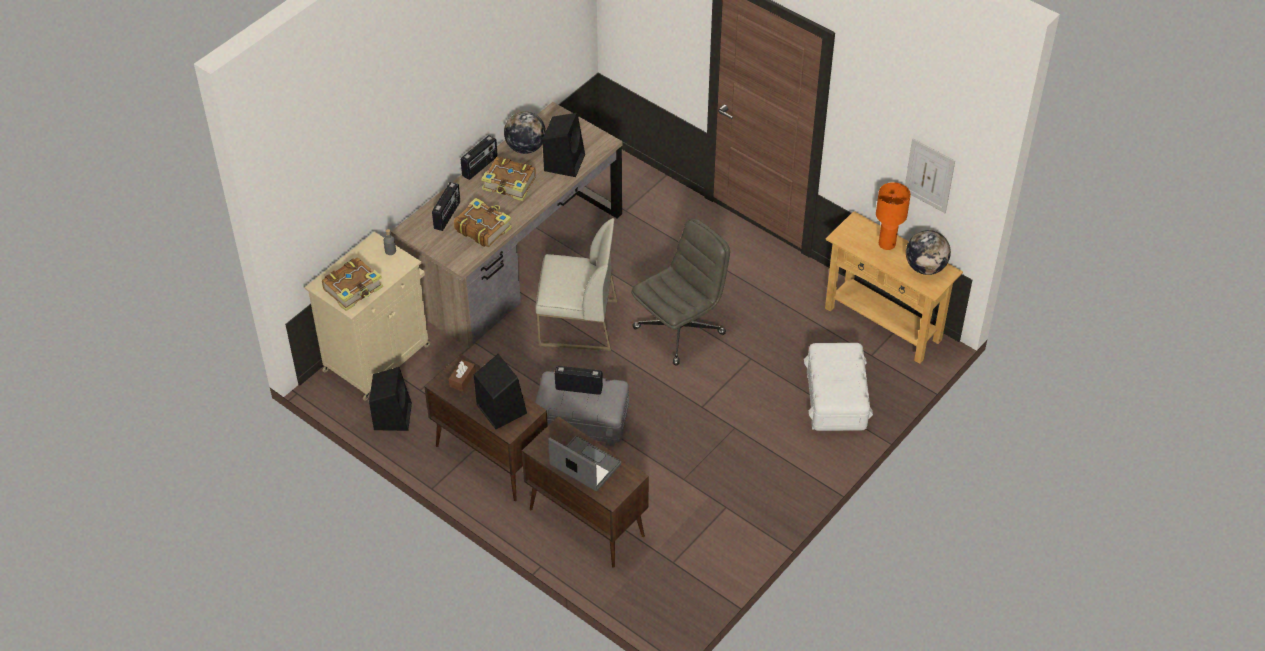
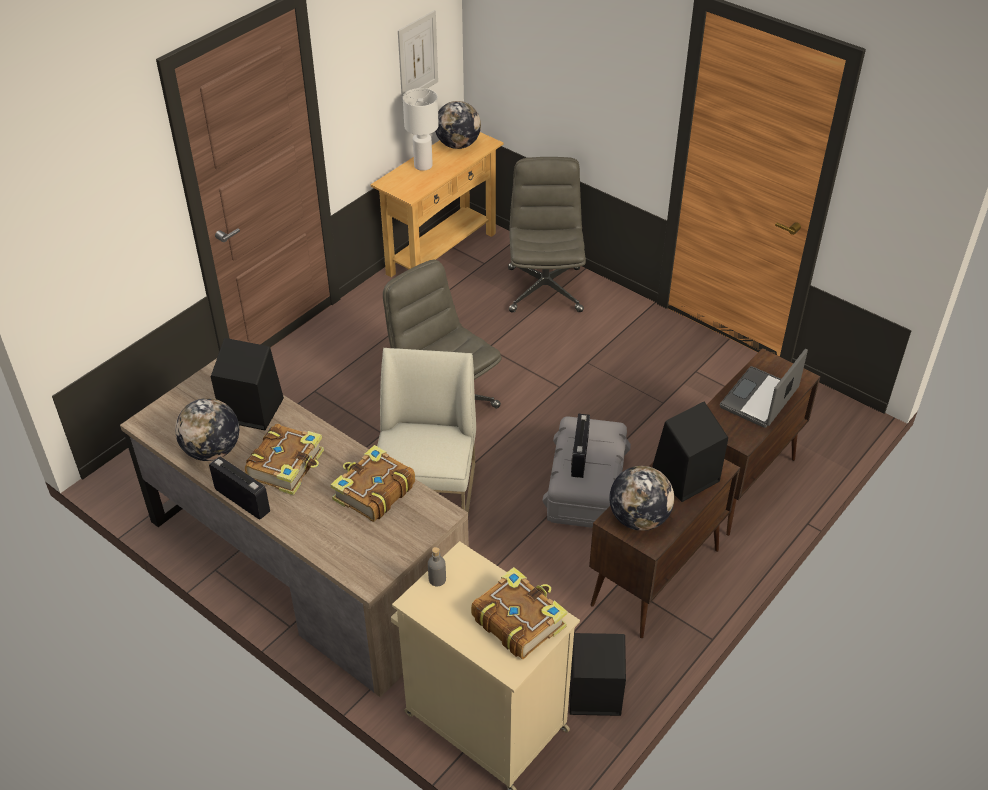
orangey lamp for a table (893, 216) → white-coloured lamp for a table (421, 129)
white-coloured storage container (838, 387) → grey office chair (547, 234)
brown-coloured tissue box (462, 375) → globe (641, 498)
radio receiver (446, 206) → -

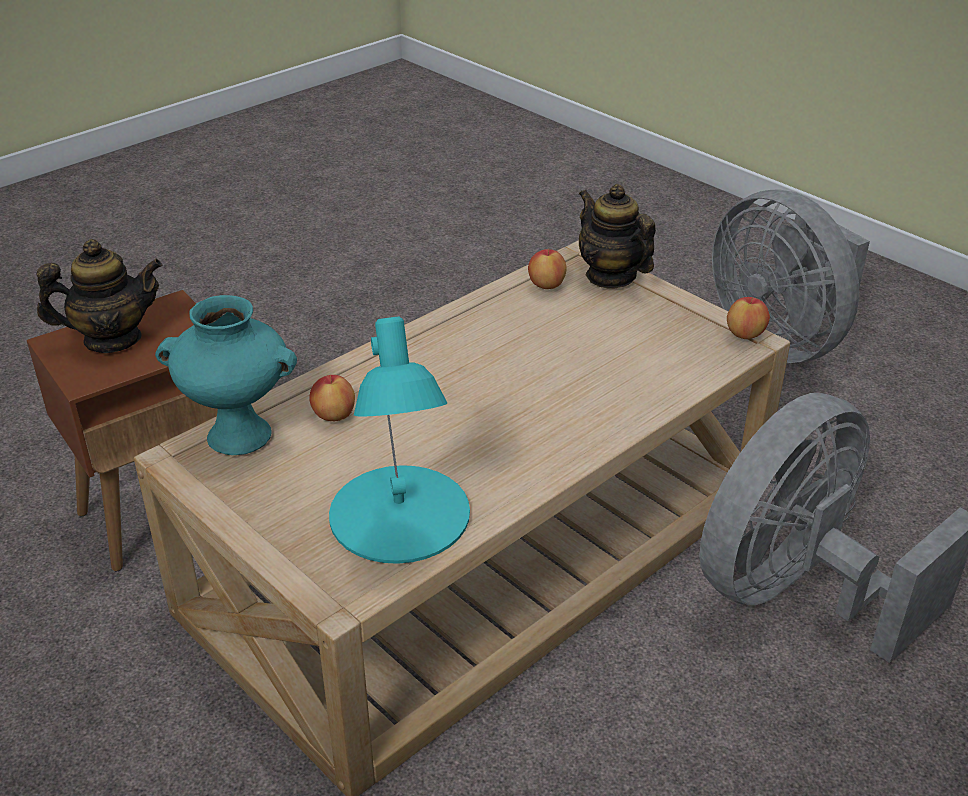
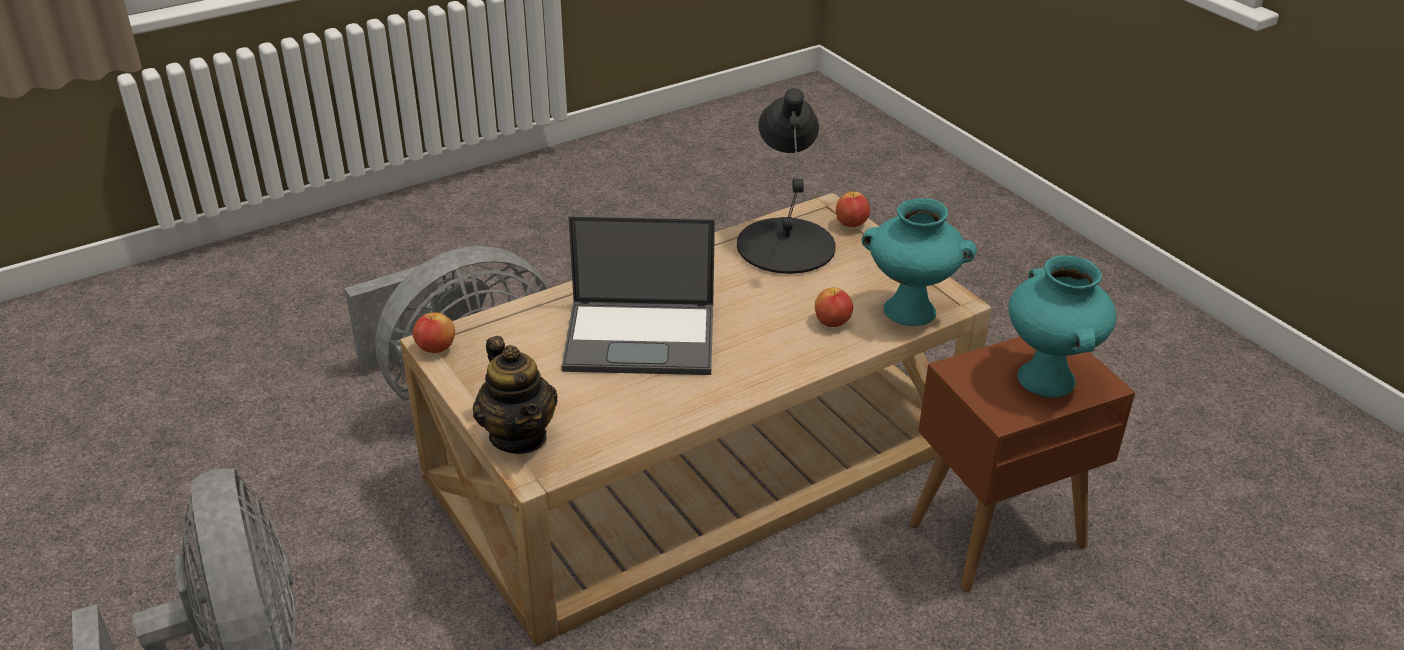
- → portable computer (638, 295)
blue-green lamp for a table (399, 440) → black lamp for a table (786, 181)
apple fruit (547, 269) → apple fruit (853, 209), relocated
teapot (99, 296) → blue-green vase (1063, 326)

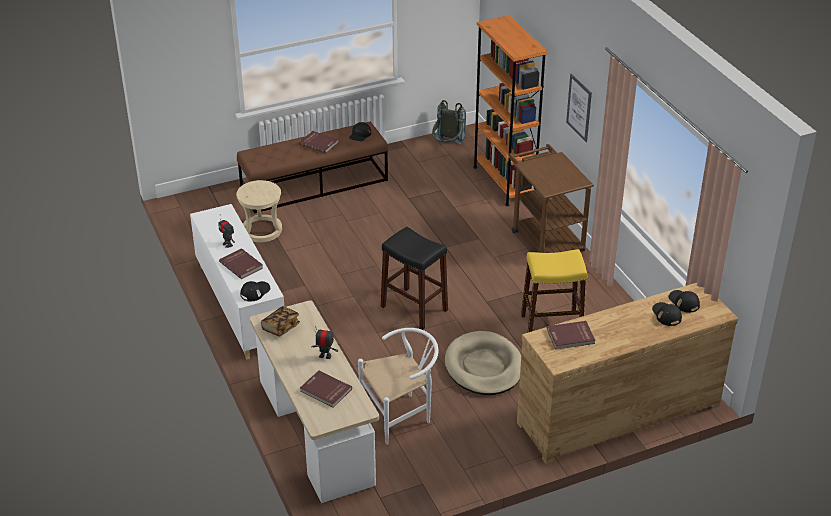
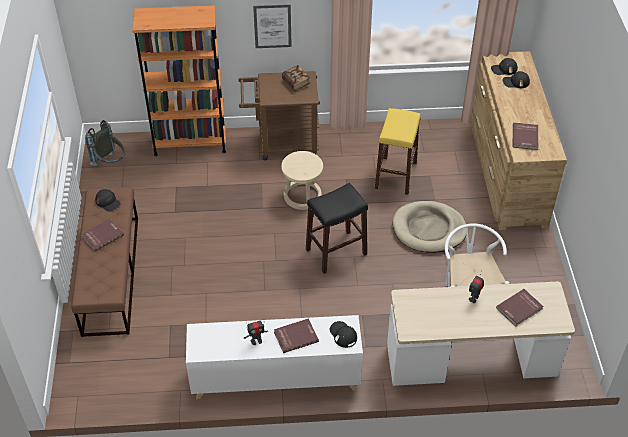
sand-coloured stool (259, 211) → sand-coloured stool (302, 180), relocated
volume (280, 321) → volume (296, 78), relocated

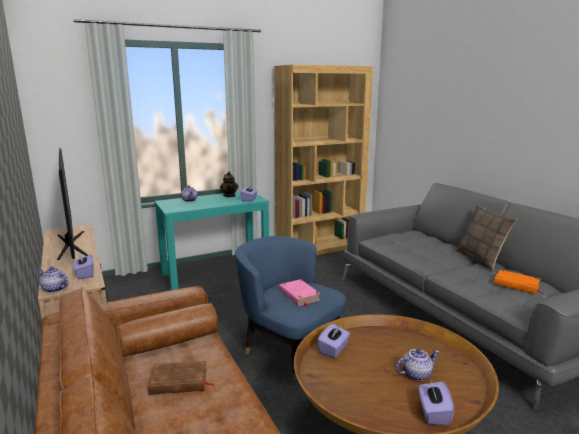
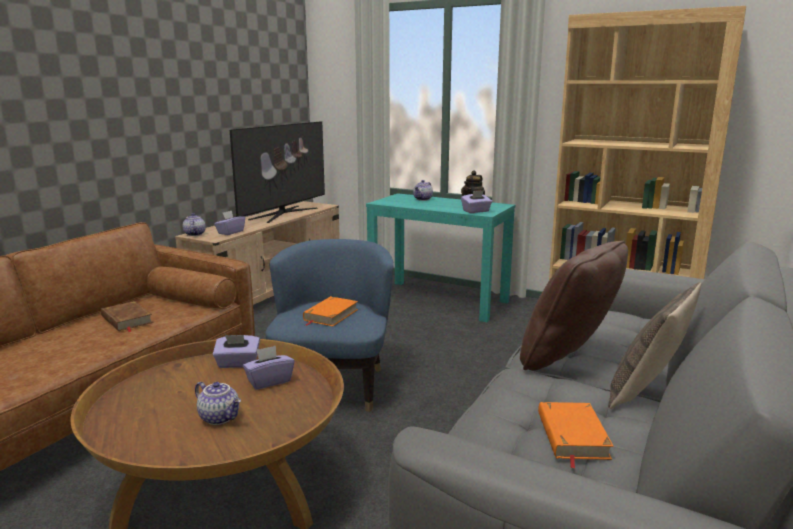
purple tissue box (436, 403) → purple tissue box (268, 368), relocated
pink-coloured volume (300, 293) → orangey volume (330, 311)
- → brown-coloured throw pillow (574, 306)

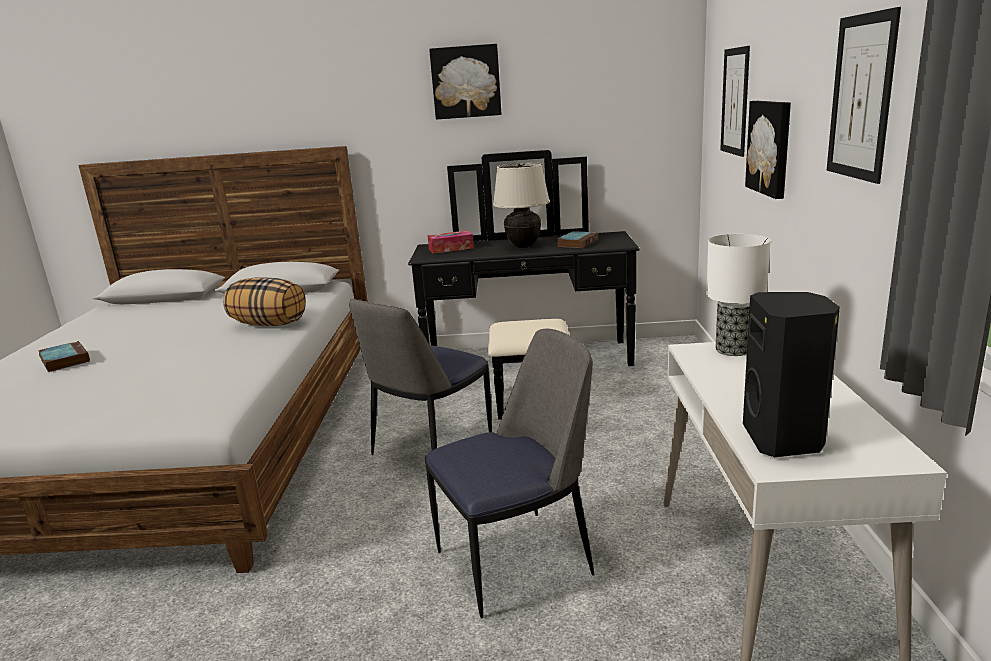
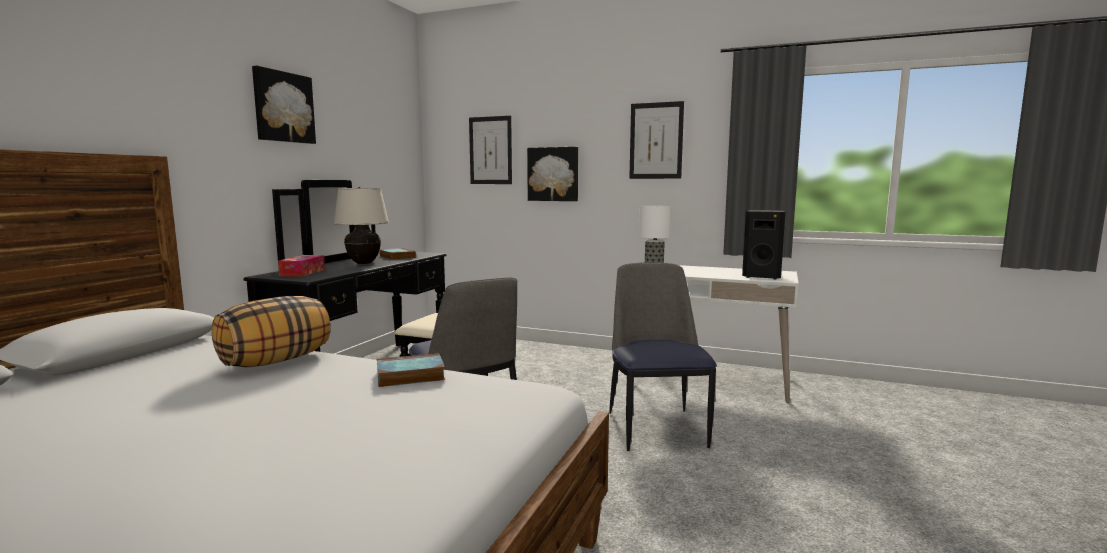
volume (64, 356) → volume (411, 370), relocated

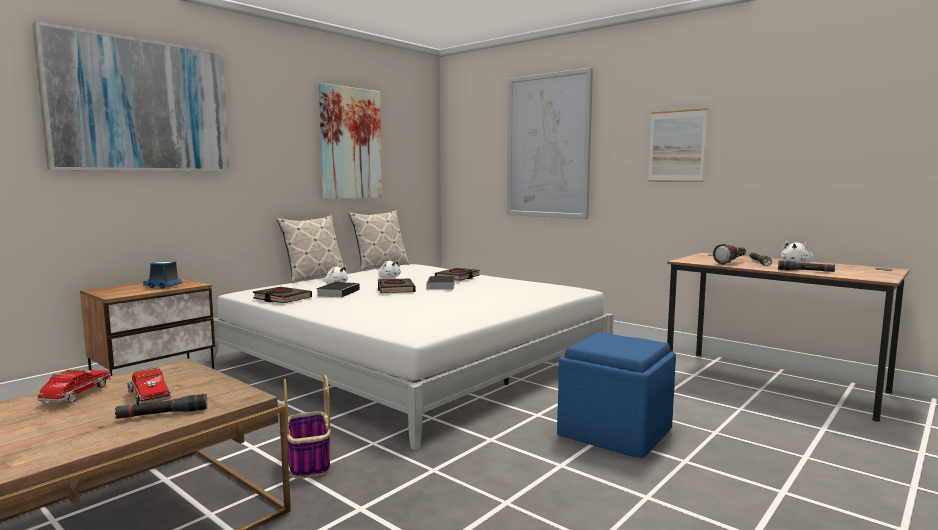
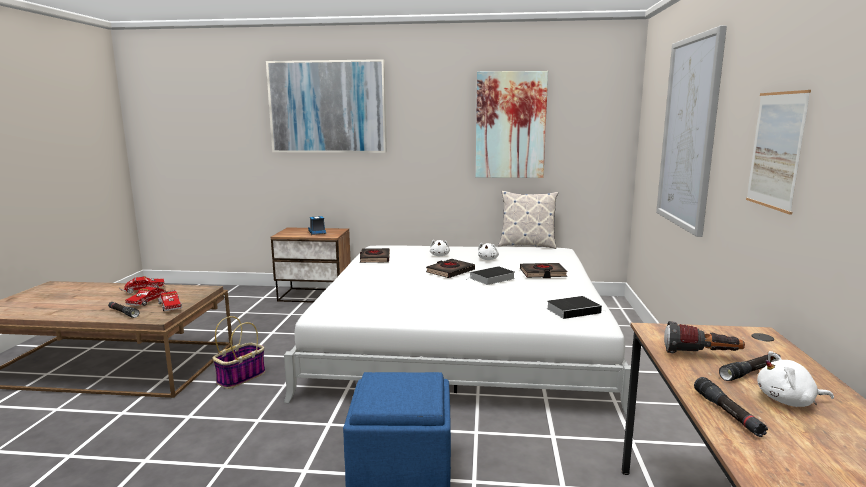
- → toy truck (170, 300)
volume (338, 289) → volume (575, 307), relocated
throw pillow (310, 249) → -

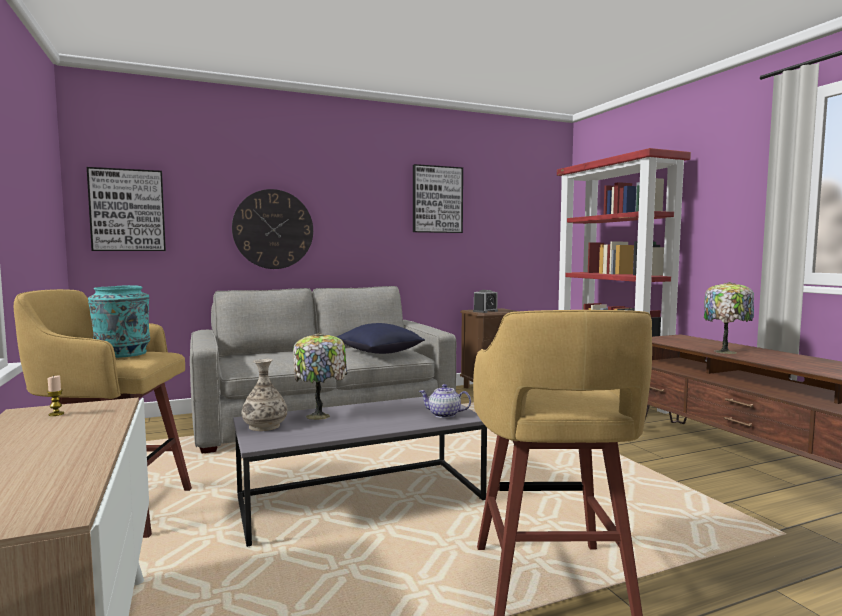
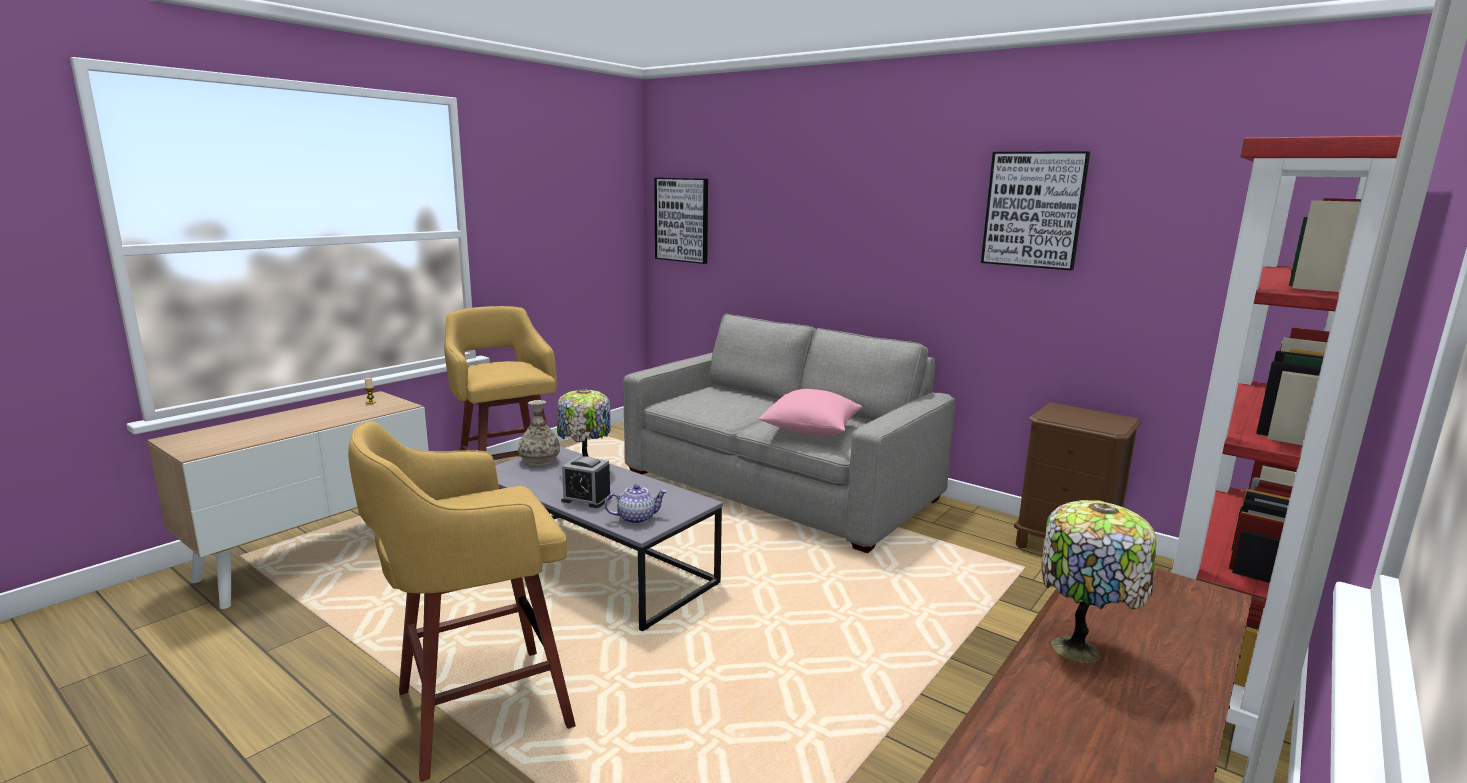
table clock (485, 301) → table clock (586, 482), relocated
teapot (445, 401) → teapot (636, 504), 90 degrees clockwise
blue throw pillow (381, 338) → pink-coloured throw pillow (810, 412)
blue-green vase (119, 321) → -
wall clock (272, 229) → -

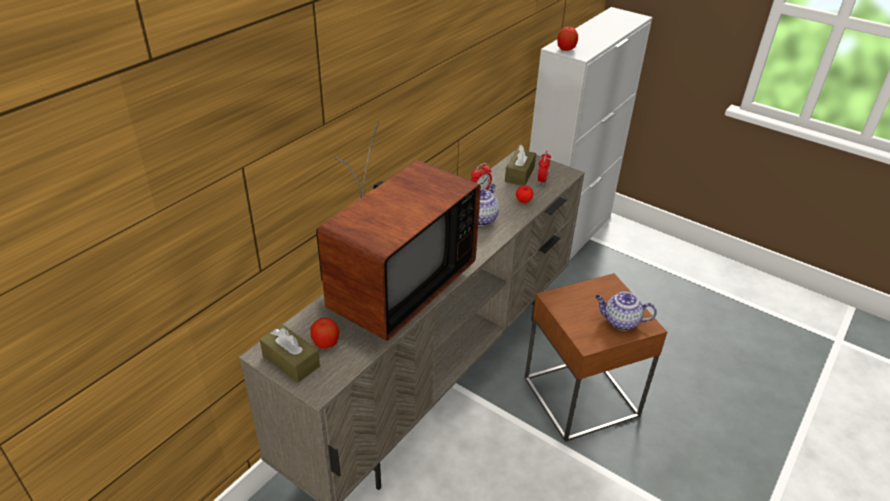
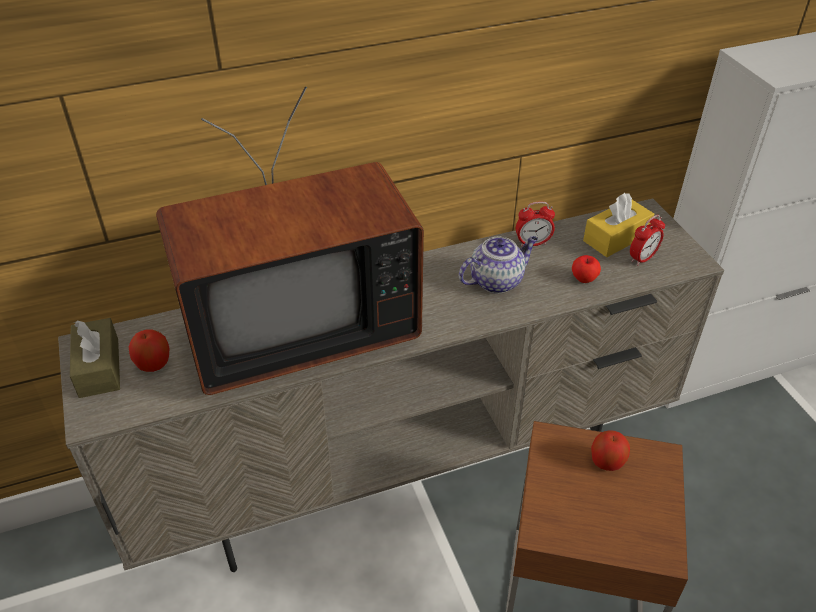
brown-coloured tissue box (520, 165) → yellow-coloured tissue box (618, 225)
apple fruit (567, 39) → apple fruit (610, 450), relocated
teapot (626, 311) → -

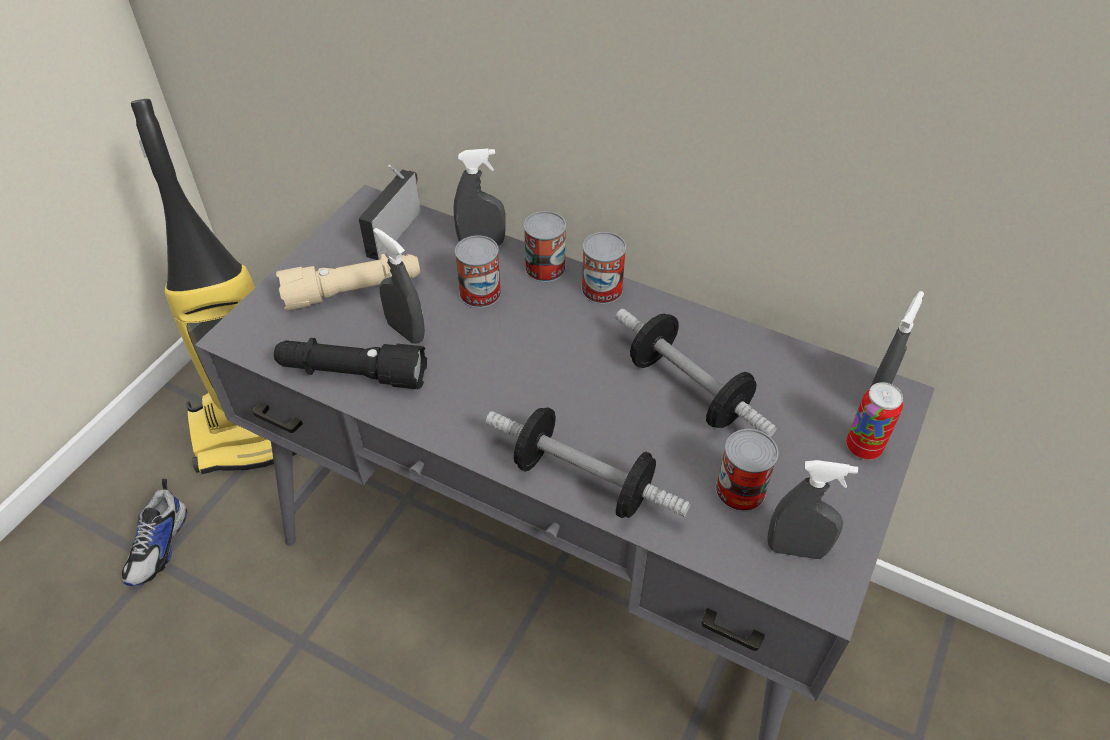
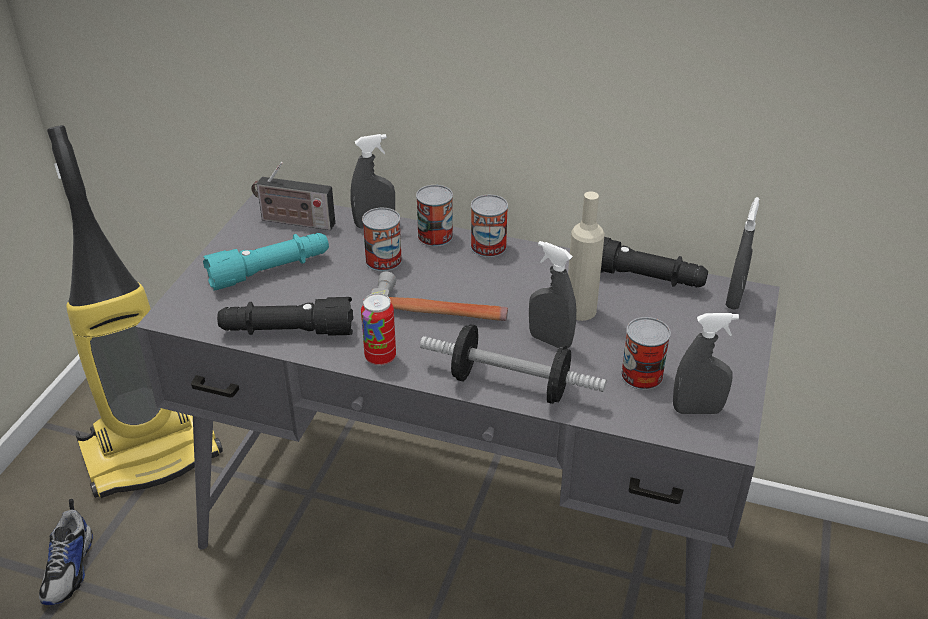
sand-coloured flashlight (348, 282) → blue-green flashlight (266, 262)
radio receiver (389, 212) → radio receiver (293, 196), 90 degrees counterclockwise
can (874, 421) → can (378, 329), relocated
- → hammer (439, 296)
grey sprayer (399, 286) → grey sprayer (552, 294), relocated
dumbbell (696, 372) → sand-coloured bottle (586, 256)
- → black flashlight (654, 262)

